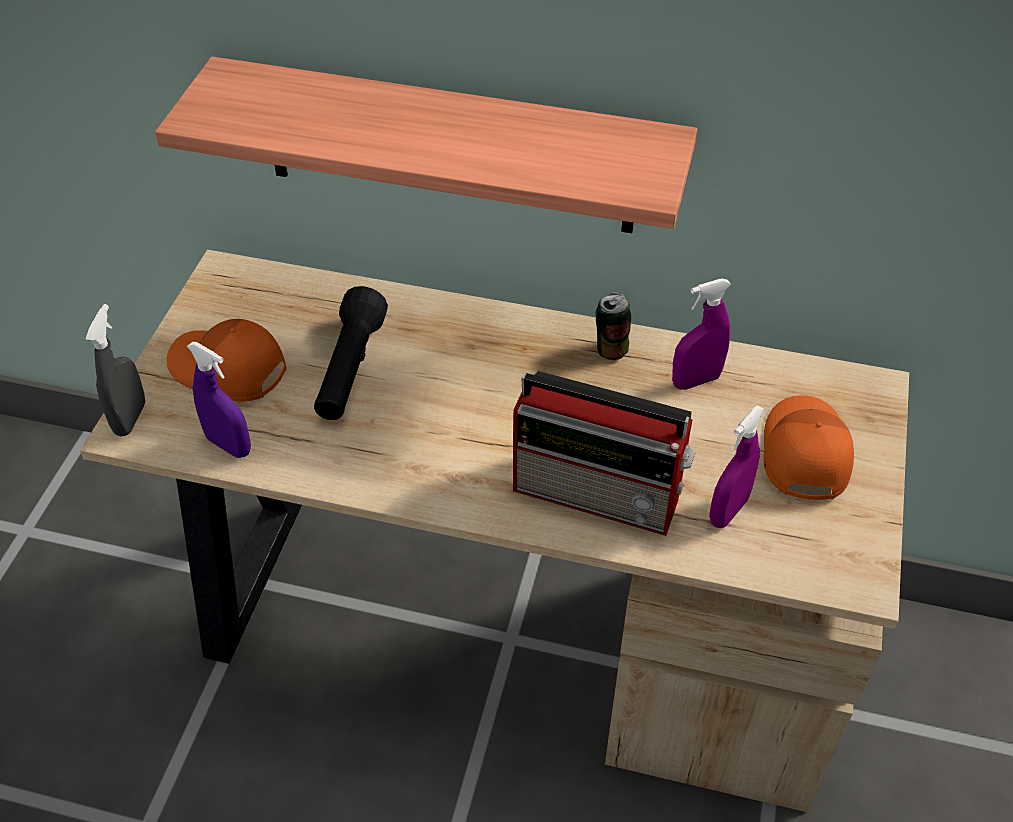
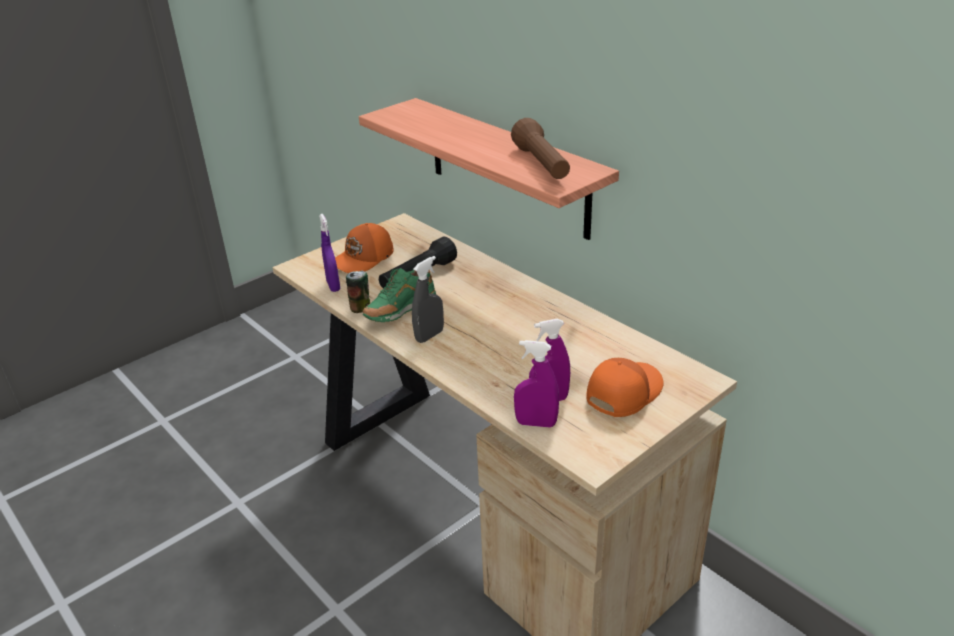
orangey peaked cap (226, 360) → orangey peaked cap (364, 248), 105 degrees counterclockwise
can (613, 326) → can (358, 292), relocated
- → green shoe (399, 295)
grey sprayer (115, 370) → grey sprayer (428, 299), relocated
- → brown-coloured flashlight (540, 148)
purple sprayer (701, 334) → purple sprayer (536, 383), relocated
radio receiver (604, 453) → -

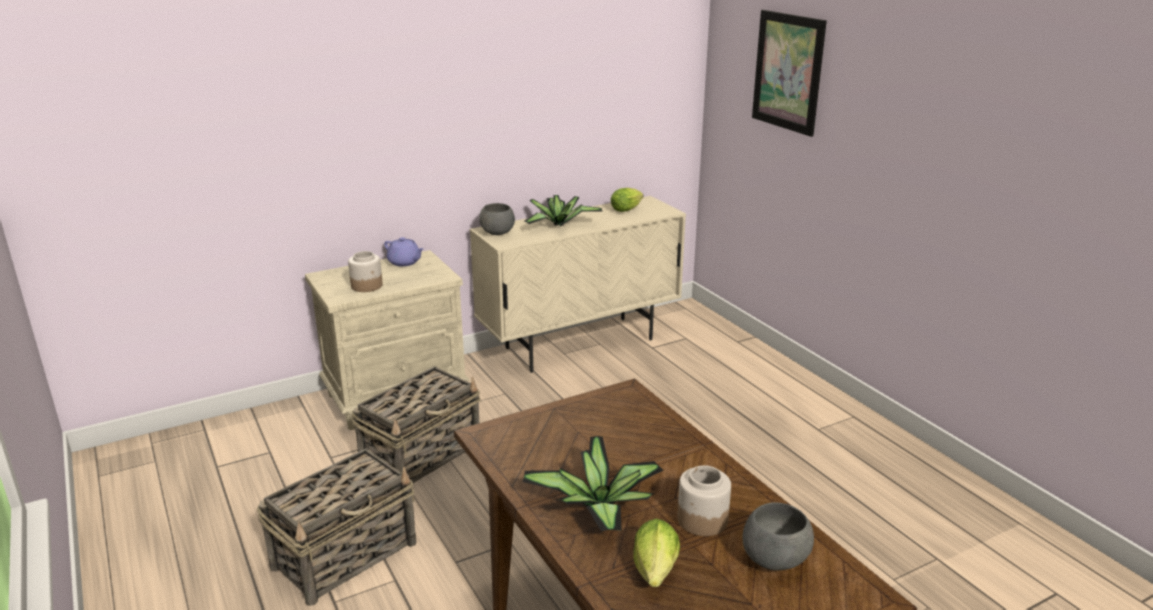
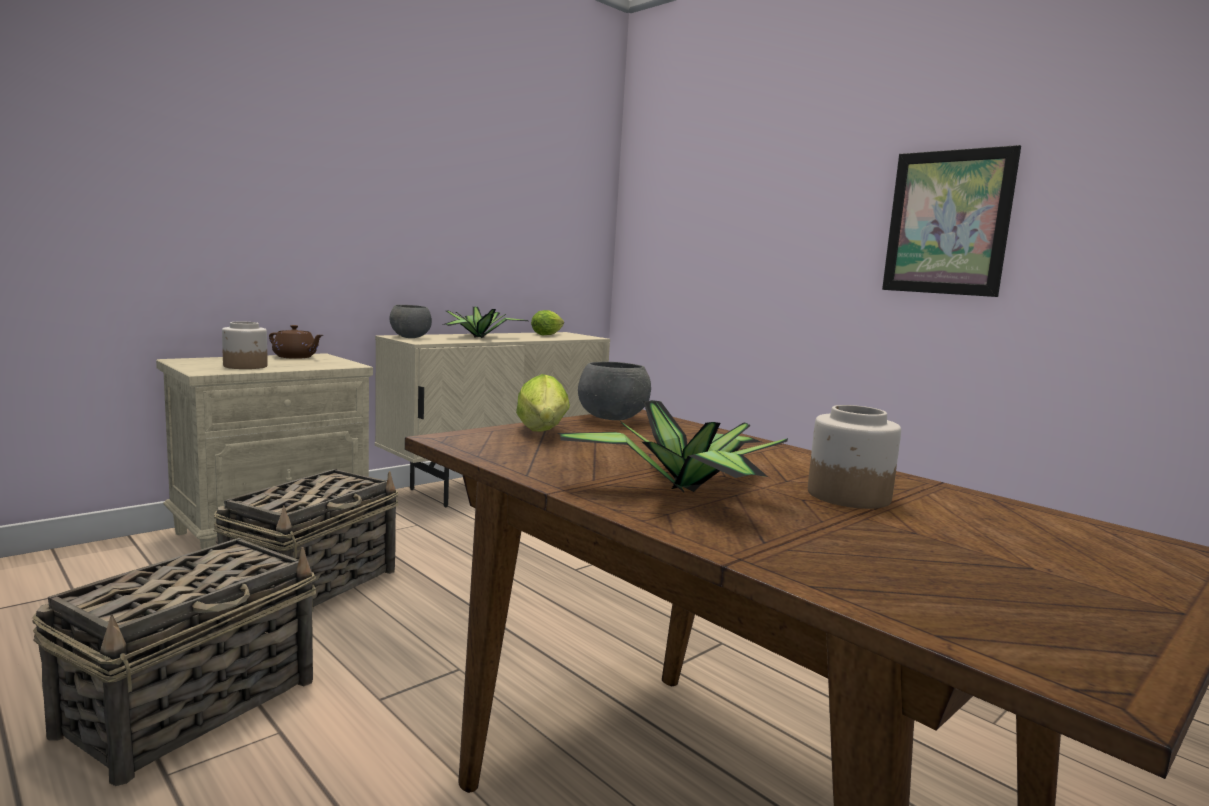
purple teapot (404, 251) → brown-coloured teapot (296, 342)
lettuce (656, 553) → lettuce (543, 403), relocated
grey bowl (778, 536) → grey bowl (614, 391), relocated
wall art (789, 73) → wall art (951, 221), relocated

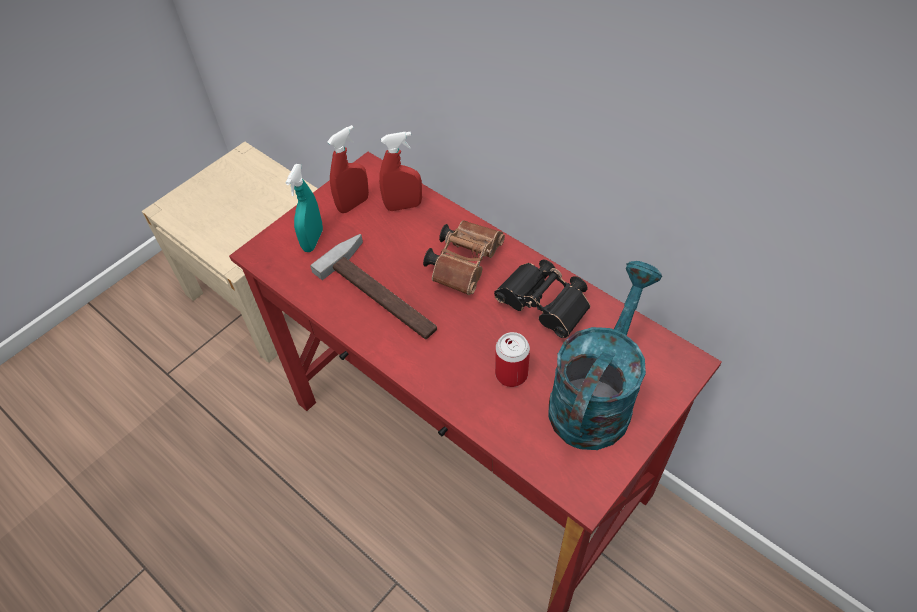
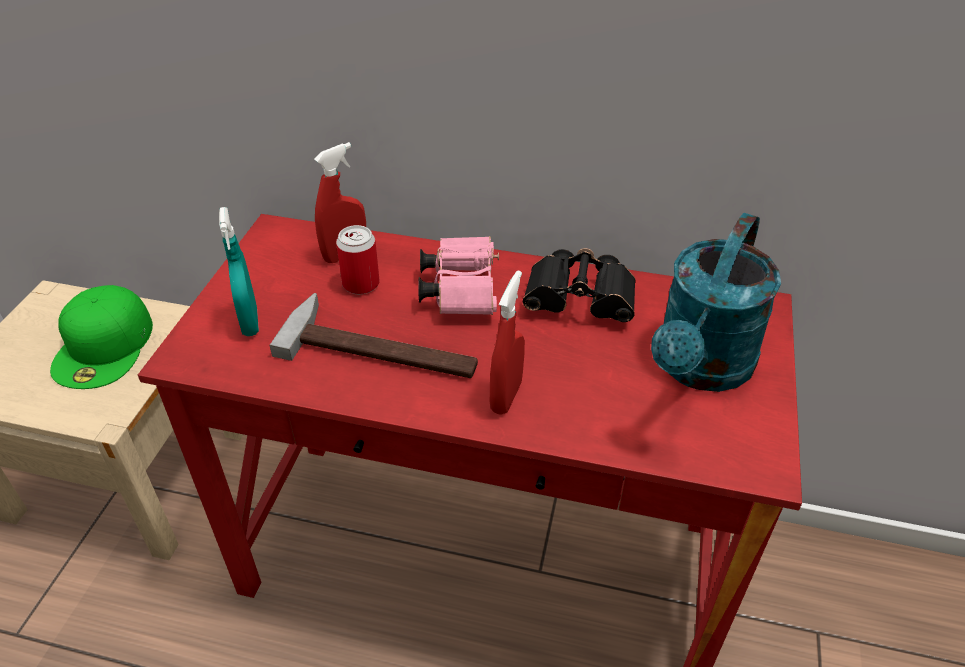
- → green peaked cap (101, 337)
can (512, 359) → can (358, 259), relocated
brown-coloured field glasses (464, 257) → pink-coloured field glasses (458, 275)
red sprayer (348, 169) → red sprayer (507, 343), relocated
blue-green watering can (605, 355) → blue-green watering can (716, 302), 150 degrees counterclockwise

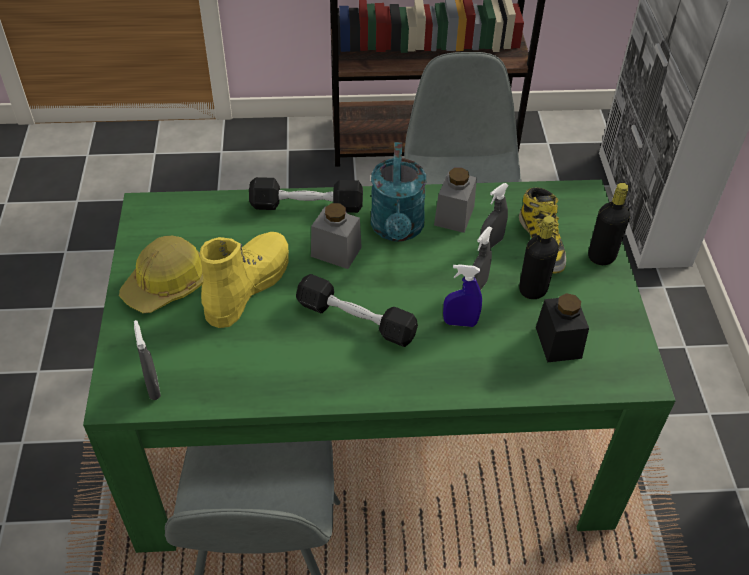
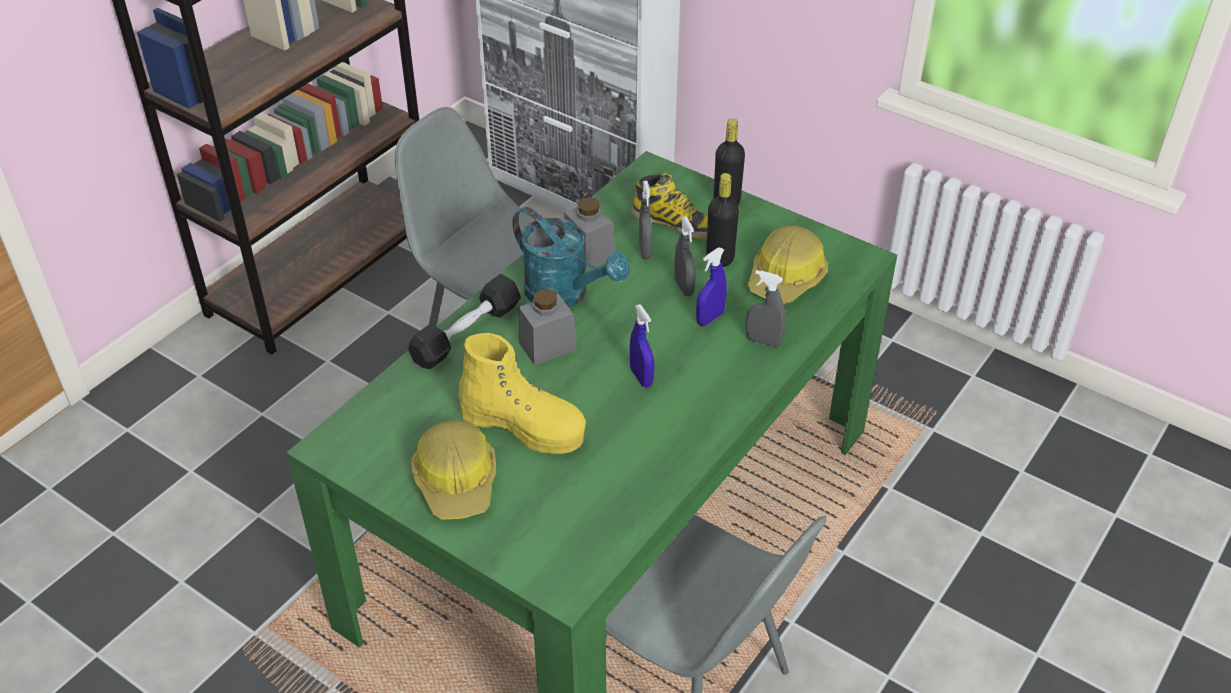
yellow-coloured boot (244, 280) → yellow-coloured boot (522, 393), 135 degrees clockwise
black dumbbell (357, 310) → blue sprayer (642, 345)
grey sprayer (147, 360) → grey sprayer (766, 308), relocated
black preserve jar (562, 328) → work helmet (788, 265)

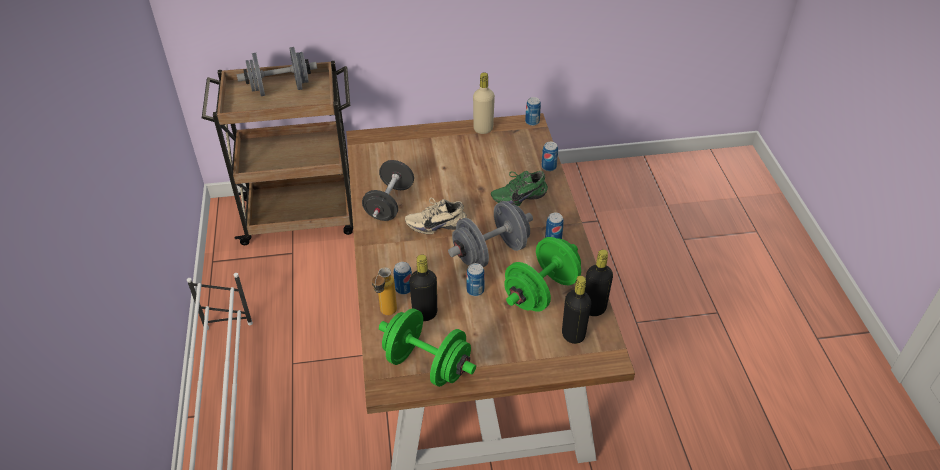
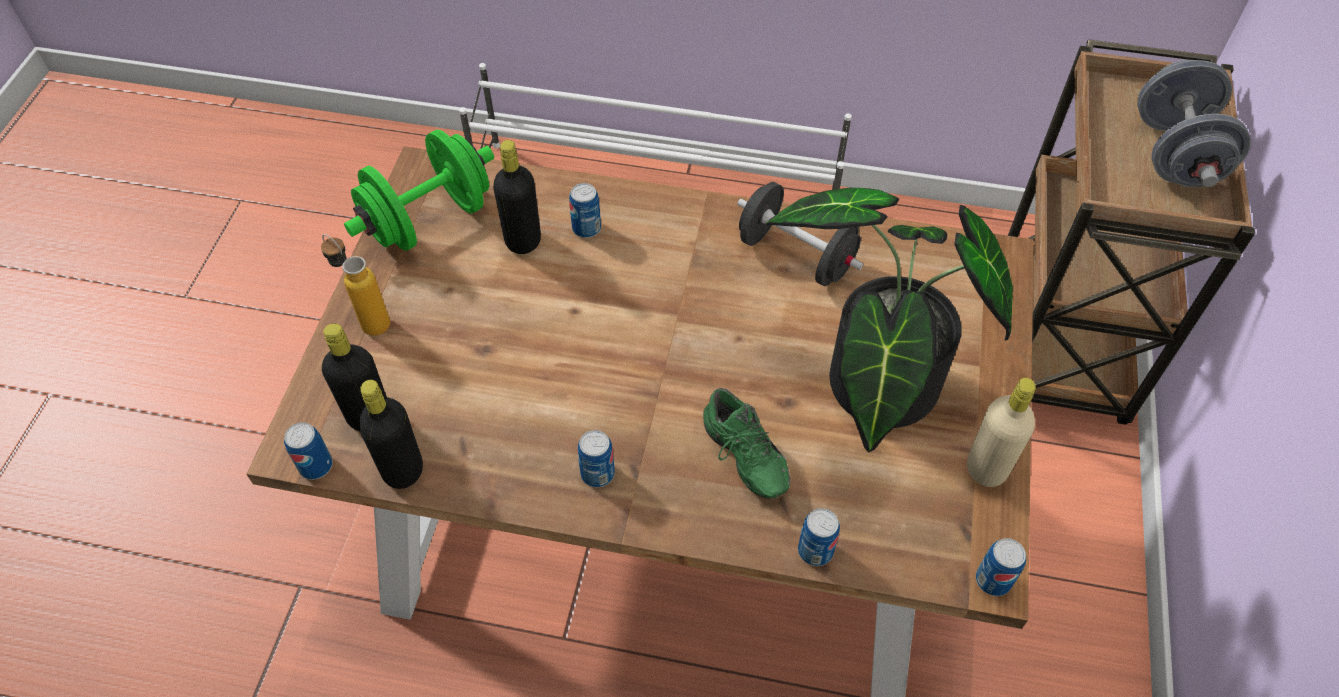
can (475, 279) → can (308, 451), relocated
bottle (384, 291) → bottle (355, 285), relocated
green shoe (519, 188) → green shoe (746, 443), 150 degrees clockwise
- → plant in a pot (889, 320)
sand-coloured shoe (436, 216) → -
grey dumbbell (490, 234) → -
green dumbbell (542, 274) → -

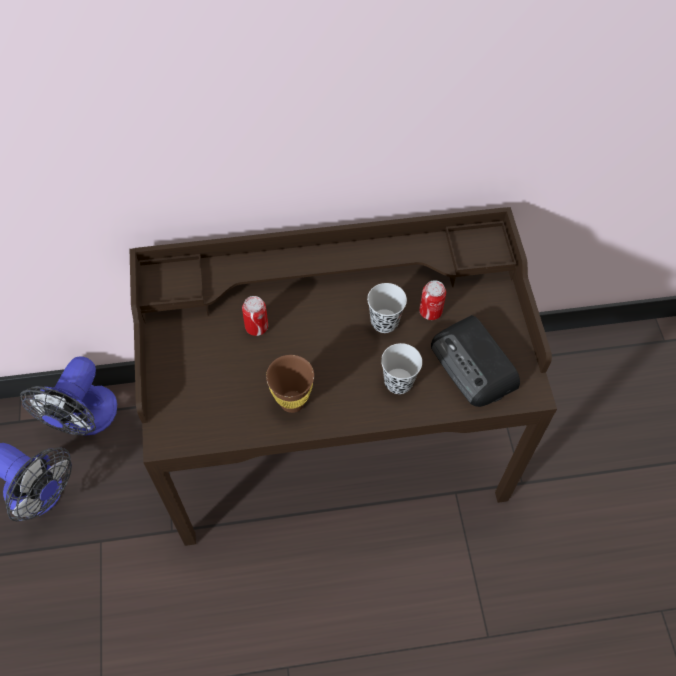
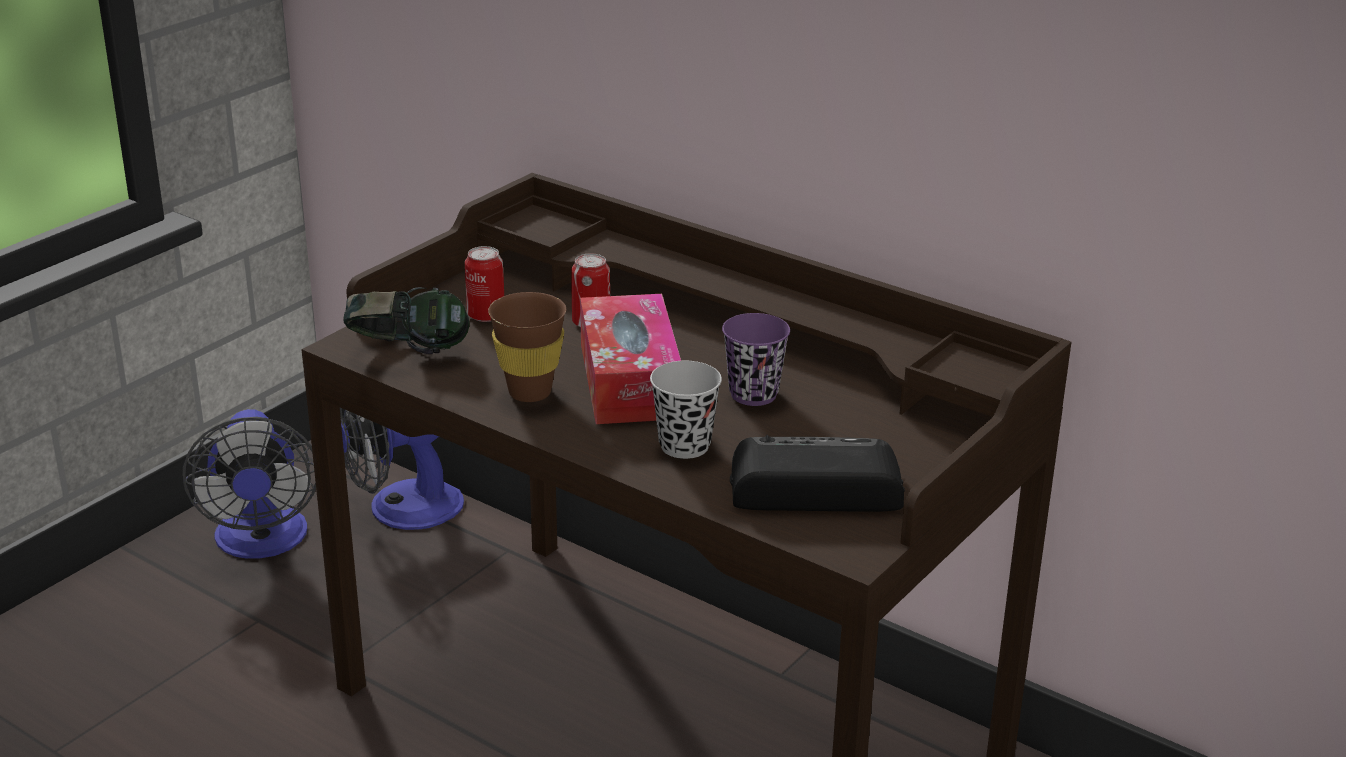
- → headphones (406, 320)
can (432, 300) → can (484, 284), relocated
- → tissue box (630, 359)
black drinking cup (387, 308) → purple drinking cup (756, 359)
radio receiver (475, 361) → radio receiver (817, 473), 75 degrees clockwise

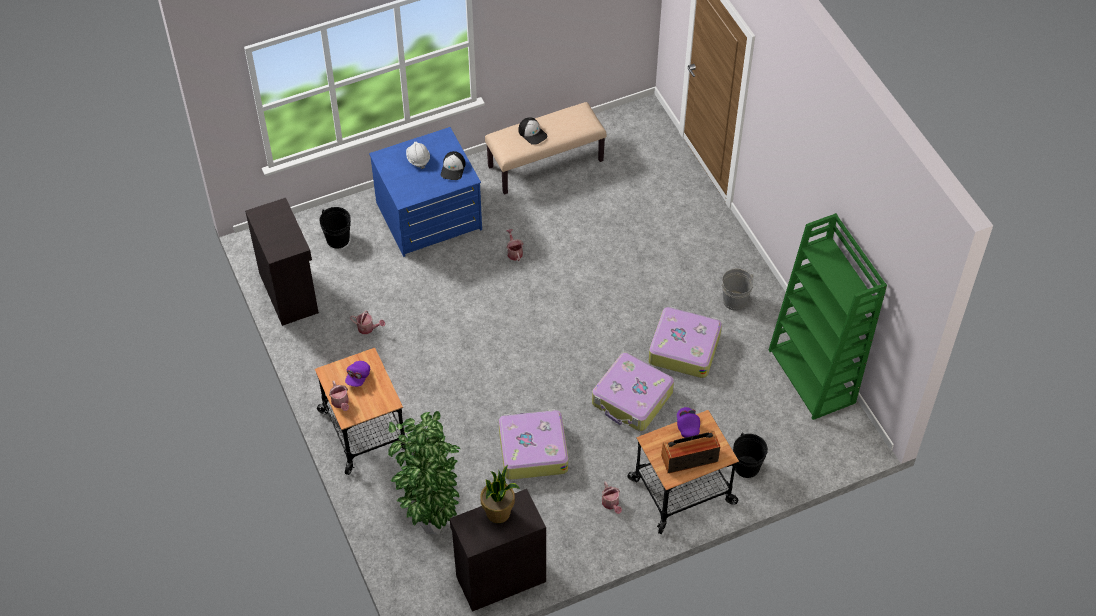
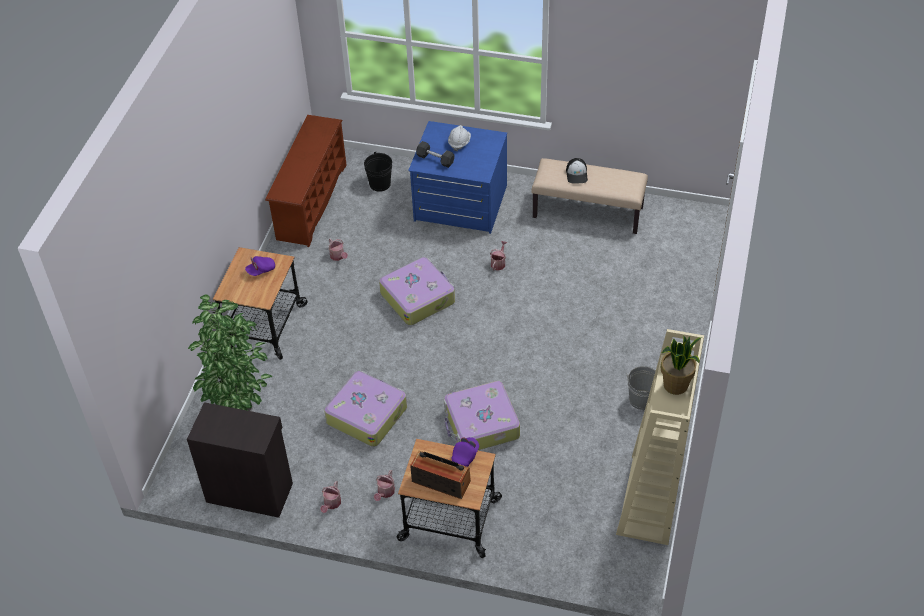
black cupboard (282, 262) → brown-coloured shoe shelf (305, 181)
watering can (339, 396) → watering can (330, 497), relocated
piece of luggage (685, 342) → piece of luggage (417, 291), relocated
- → grey dumbbell (435, 154)
green shelving unit (827, 316) → sand-coloured shelving unit (660, 437)
plant in a pot (500, 494) → plant in a pot (681, 365), relocated
peaked cap (453, 165) → -
black pail (750, 455) → -

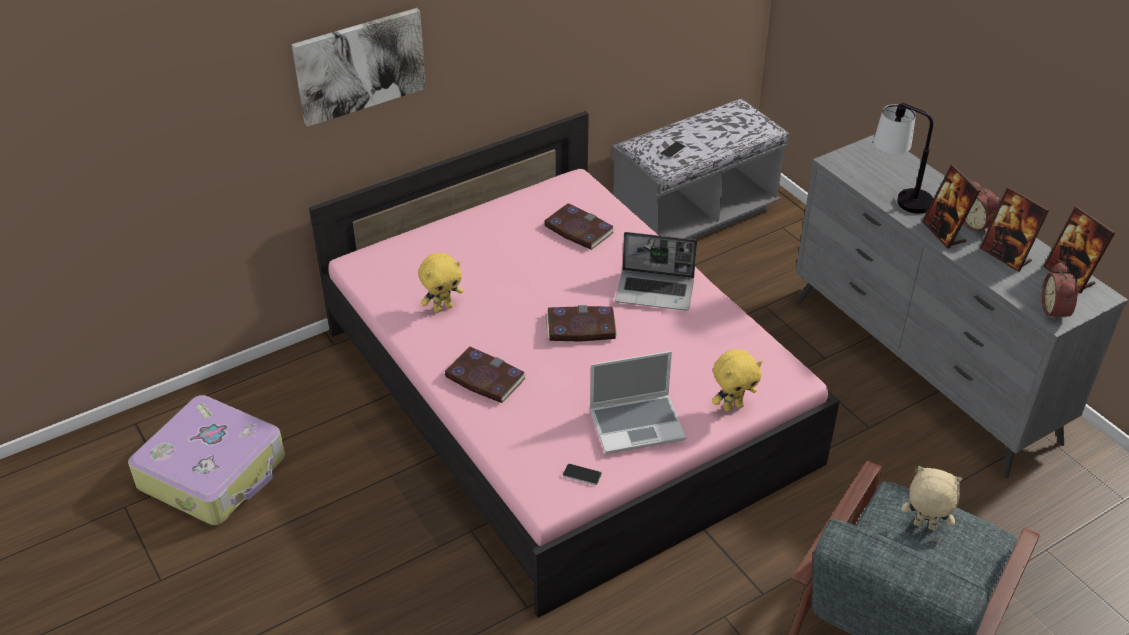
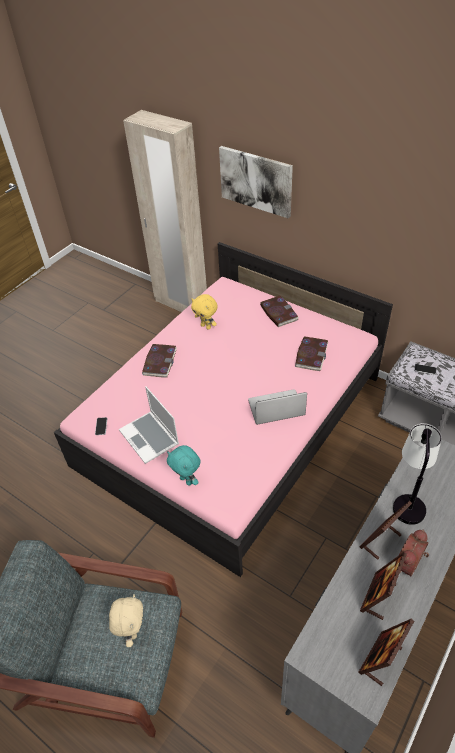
- → sand-coloured wardrobe (165, 211)
yellow-coloured soft toy (737, 380) → blue-green soft toy (184, 465)
portable computer (656, 271) → portable computer (277, 407), 90 degrees clockwise
volume (581, 323) → volume (279, 311), relocated
piece of luggage (206, 460) → -
table clock (1059, 291) → -

